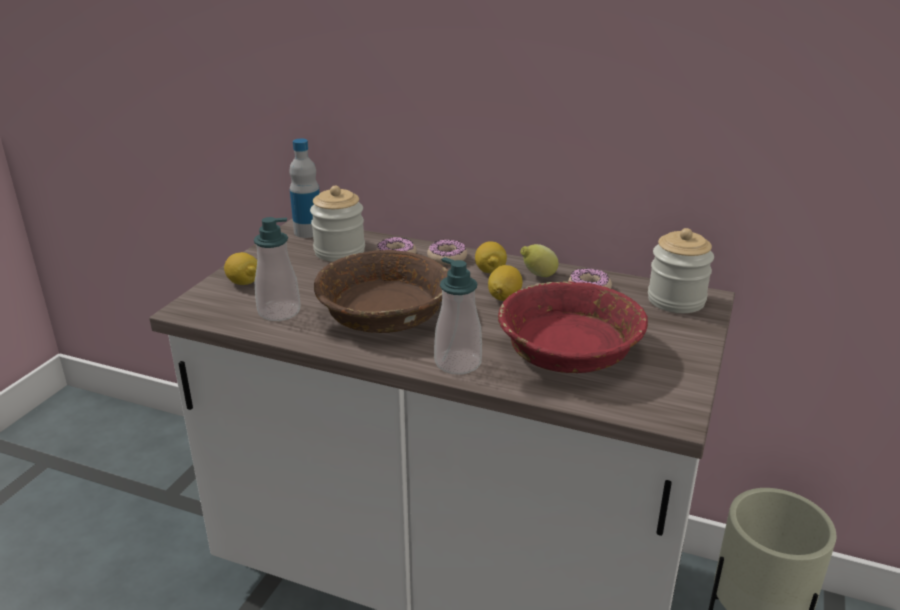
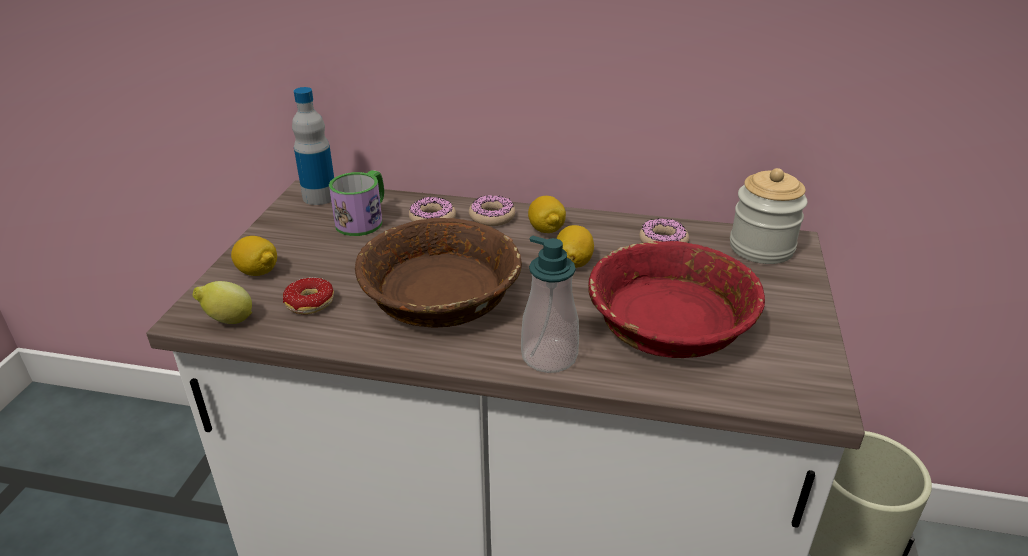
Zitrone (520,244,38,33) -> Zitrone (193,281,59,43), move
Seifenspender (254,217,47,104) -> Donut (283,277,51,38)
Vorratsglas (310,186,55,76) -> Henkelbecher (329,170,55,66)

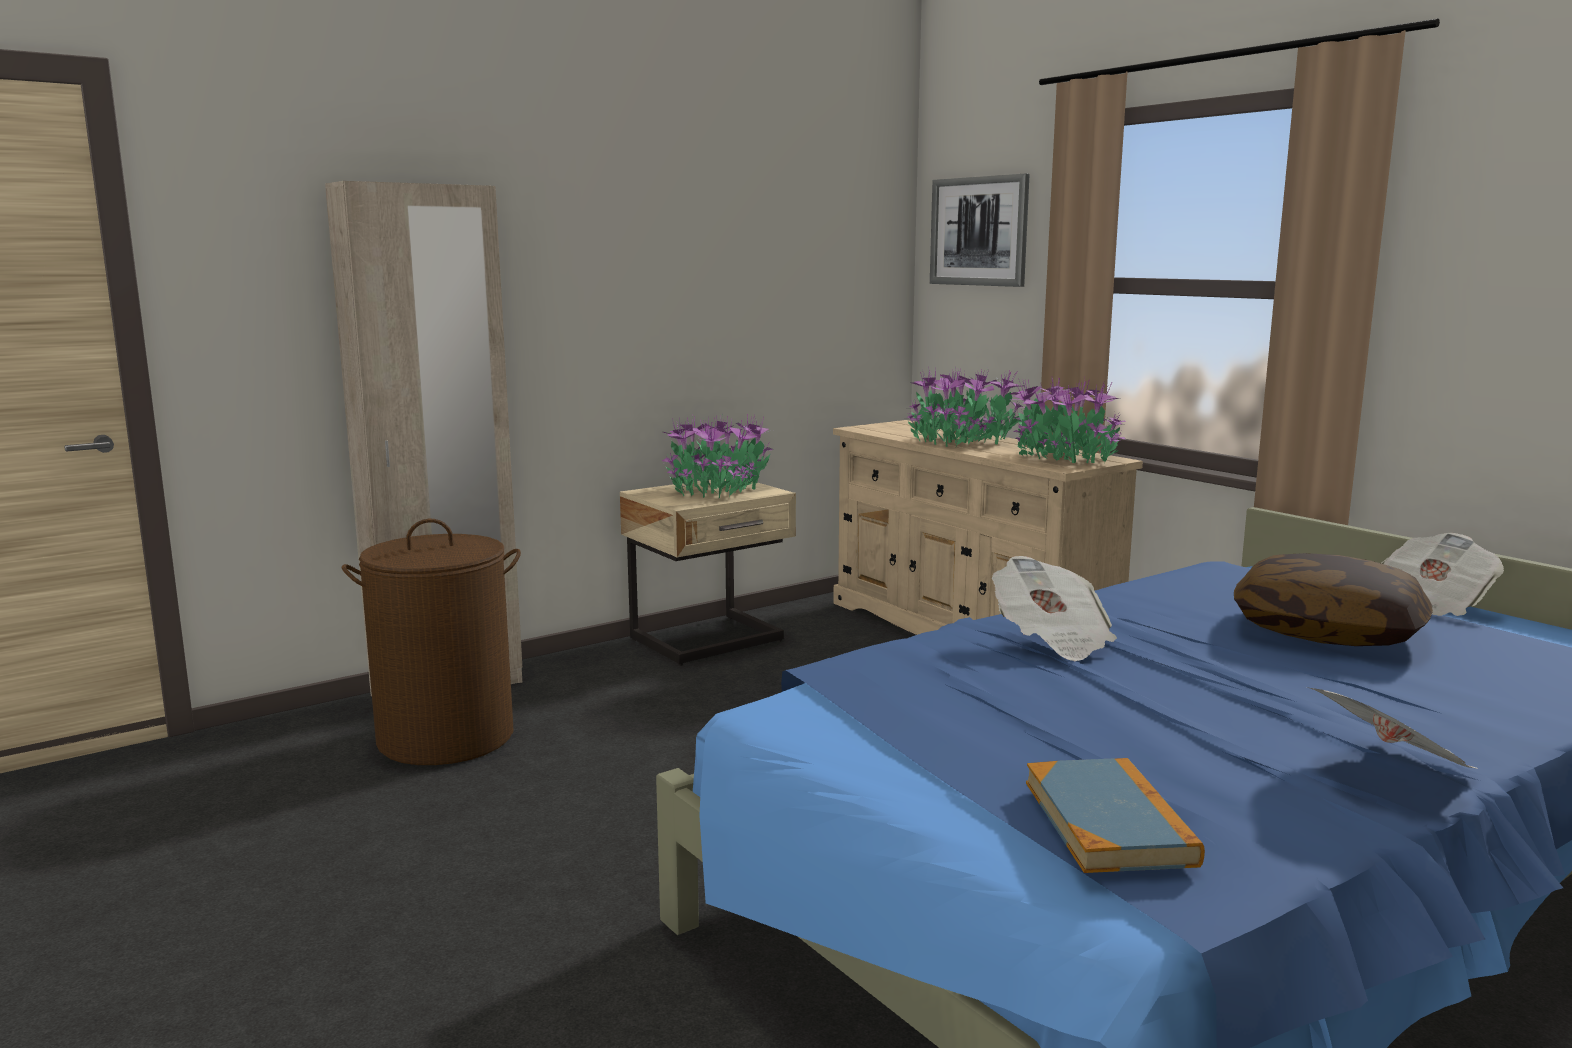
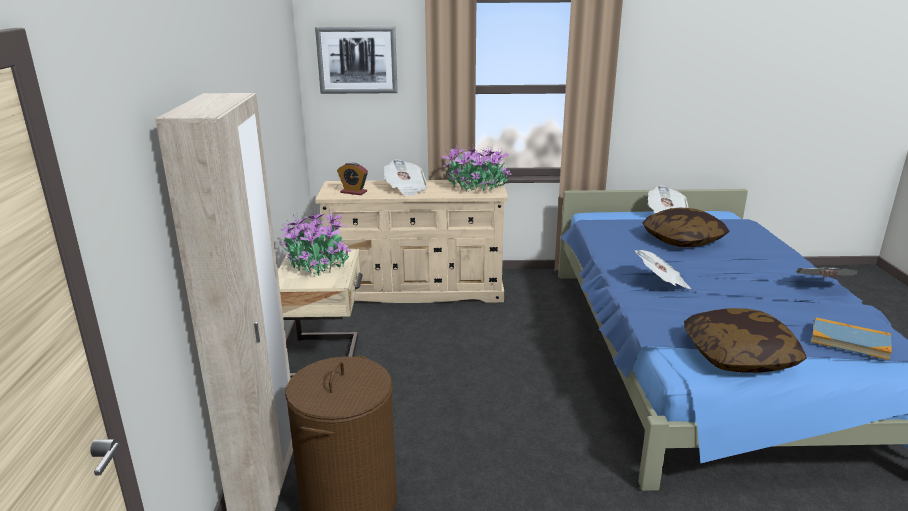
none -> Wecker (337,162,31,33)
Topfpflanze (907,367,118,80) -> Zeitung (384,159,43,38)
none -> Kissen (684,308,123,65)

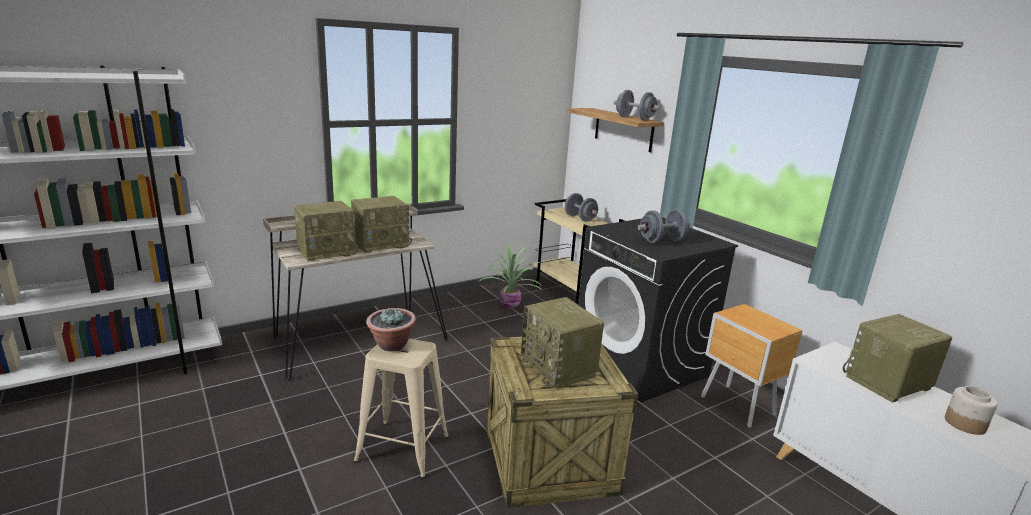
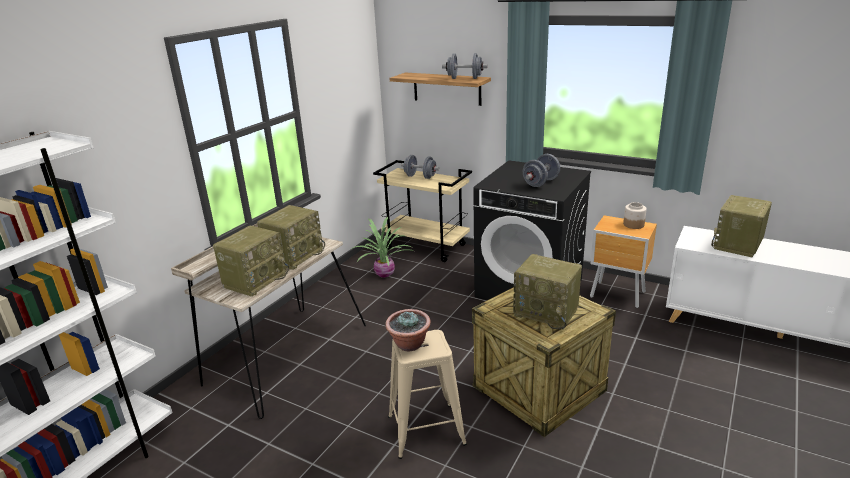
Vorratsglas (945,386,53,49) -> Vorratsglas (623,202,24,27), move

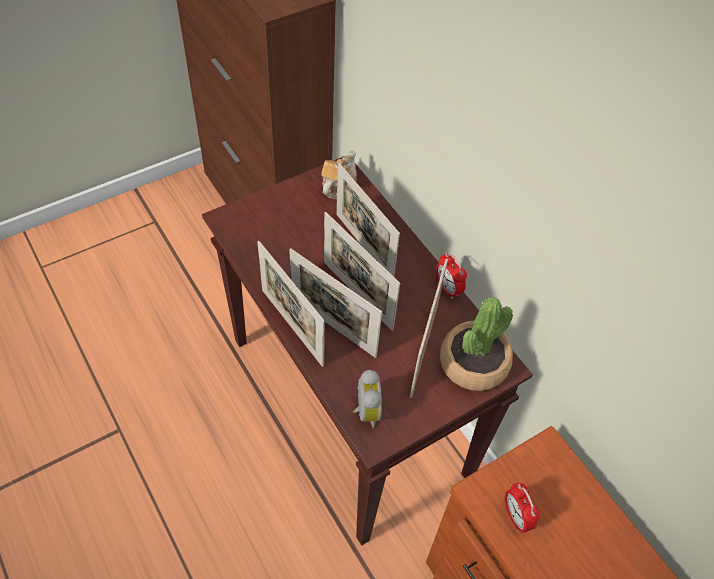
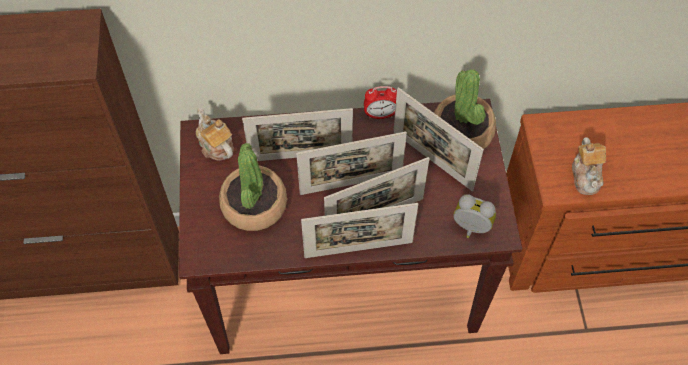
none -> Topfpflanze (219,143,68,88)
Wecker (505,483,35,50) -> Teekanne (572,137,34,58)

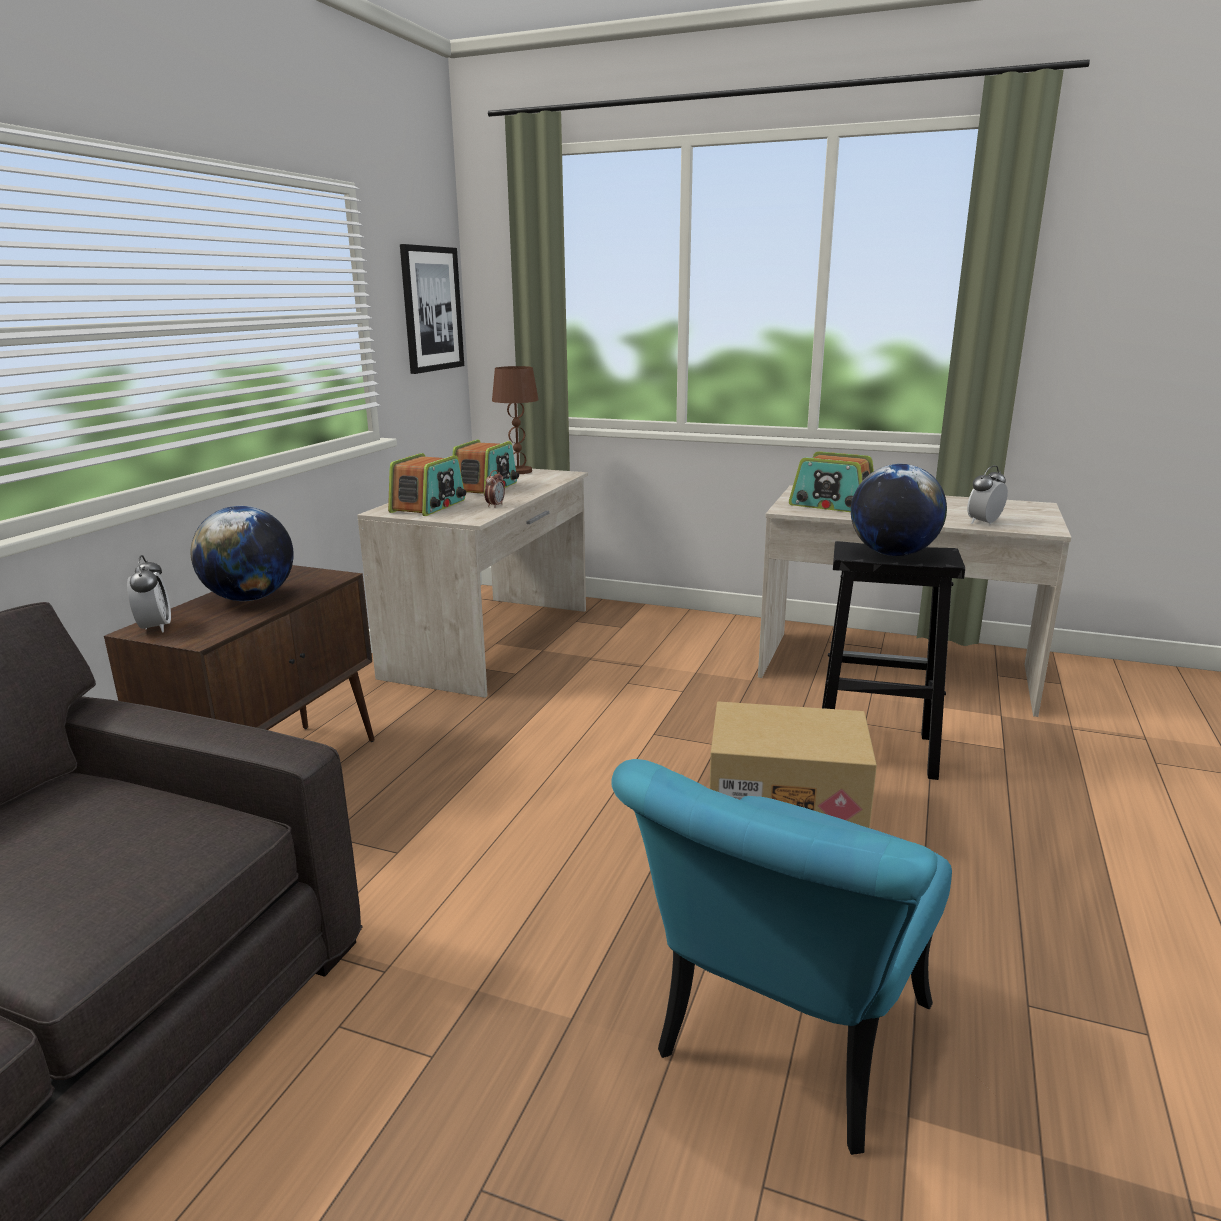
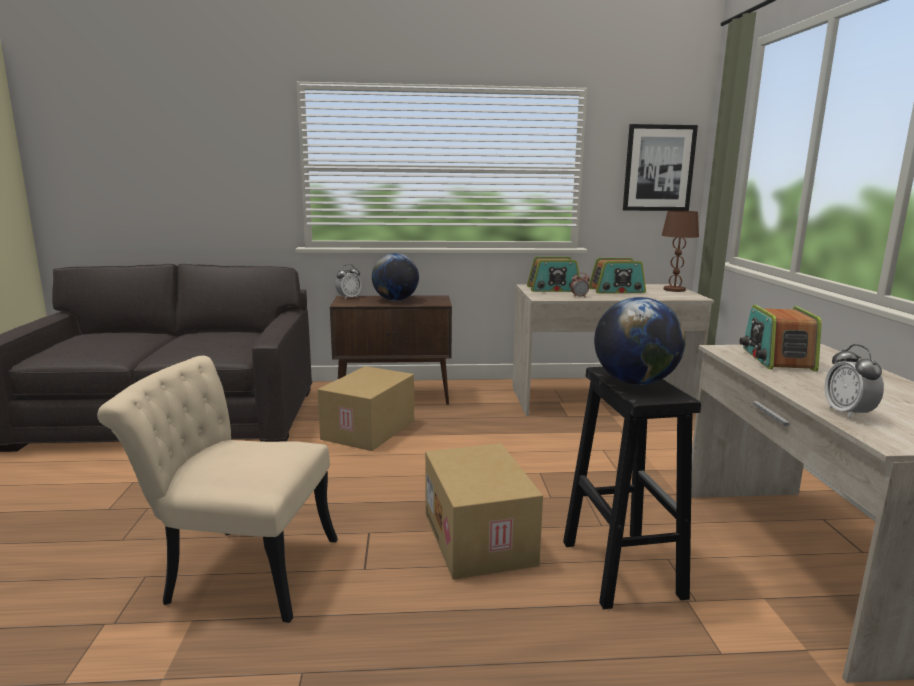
Stuhl/türkis (611,759,341,396) -> Stuhl/beige (97,356,241,267)
none -> Karton (318,366,96,85)
Wecker (967,465,41,59) -> Wecker (825,344,59,76), 120 degrees counterclockwise

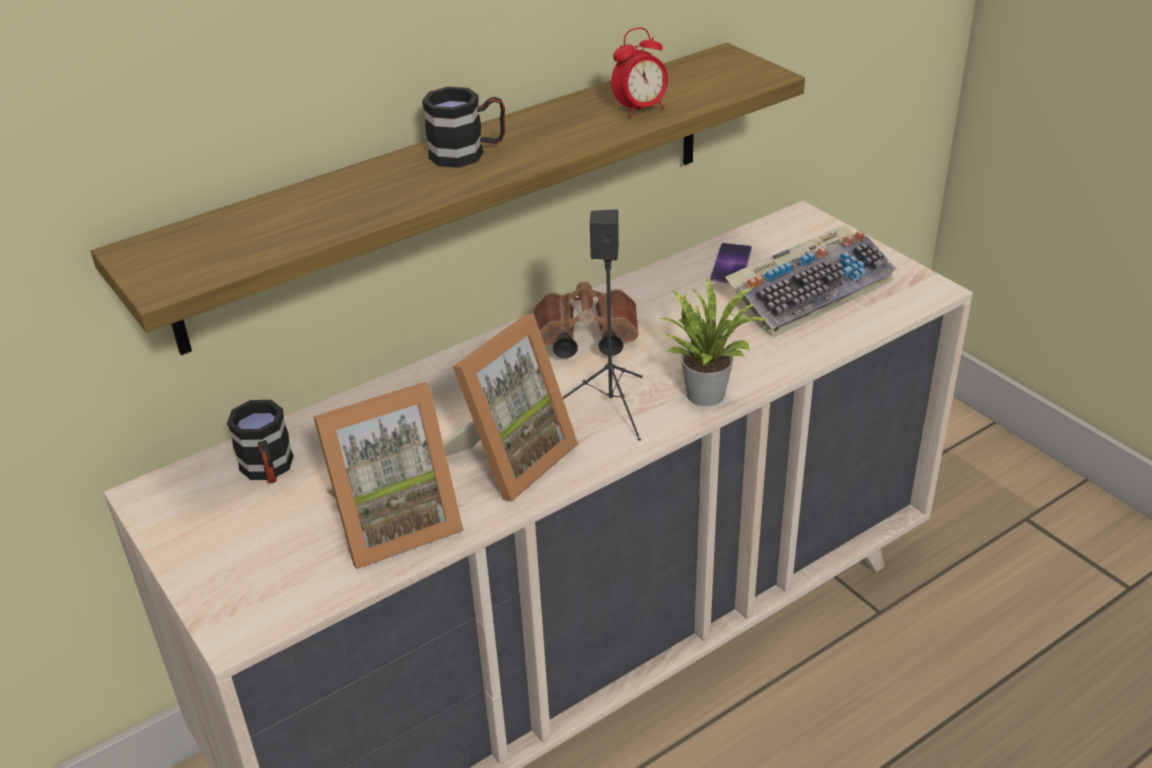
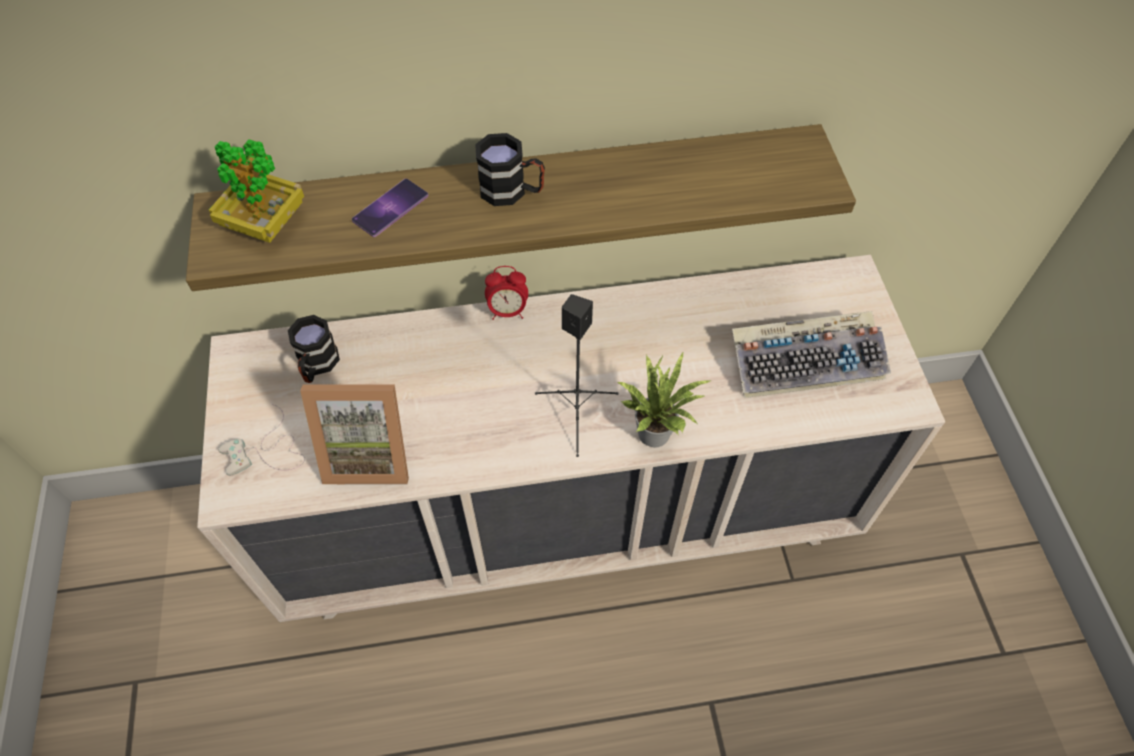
none -> Topfpflanze (209,139,95,104)
none -> Gamepad/weiß (218,404,87,72)
Handy (710,243,42,40) -> Handy (352,179,76,58), move
Wecker (612,27,56,91) -> Wecker (485,266,43,54), move
Bilderrahmen (443,314,135,188) -> none
Fernglas/braun (533,282,106,76) -> none

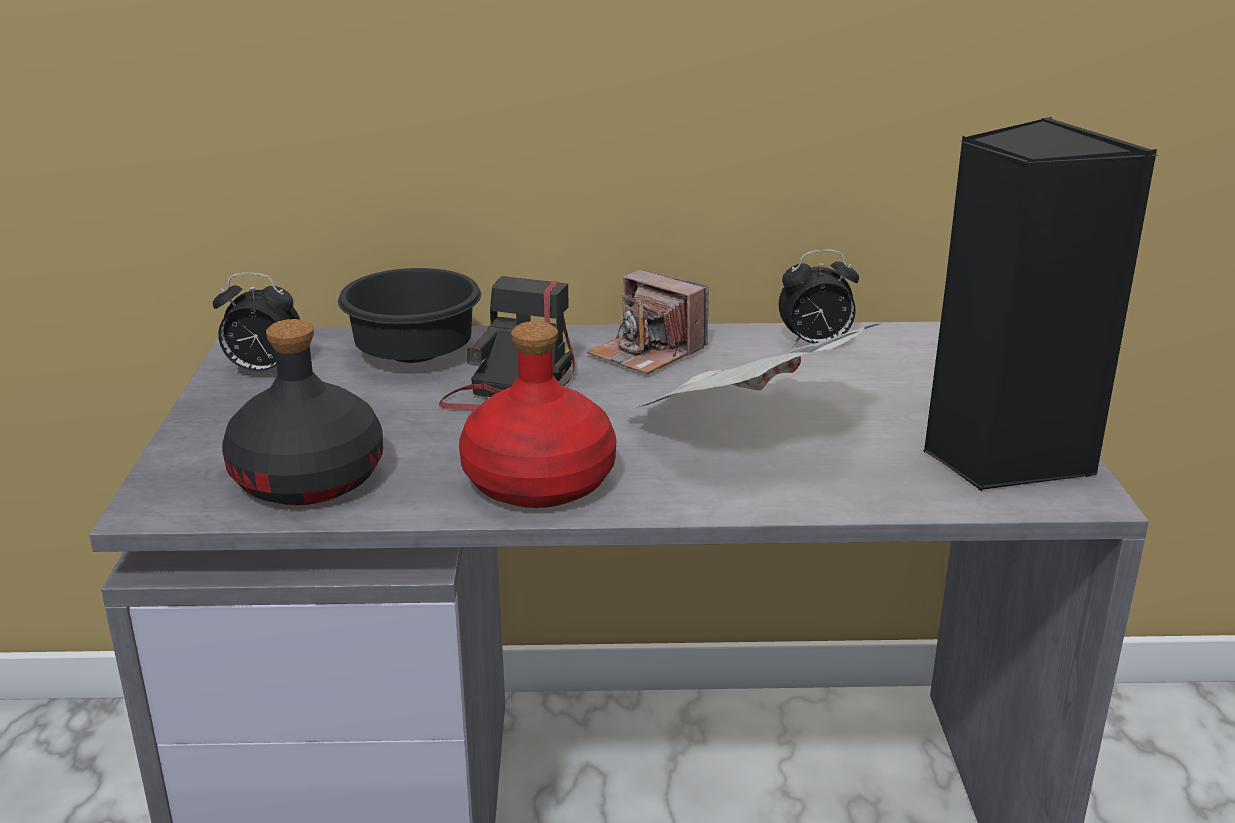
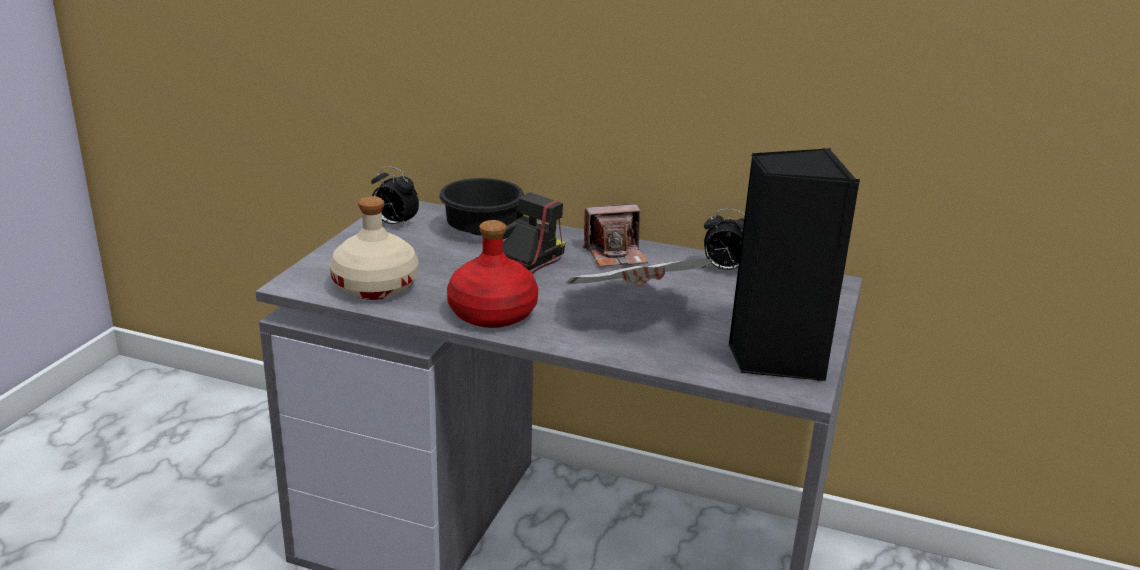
Flasche/schwarz (222,319,161,186) -> Flasche/beige (330,196,89,104)
Kamera (587,269,121,105) -> Kamera (583,203,65,64), 75 degrees counterclockwise

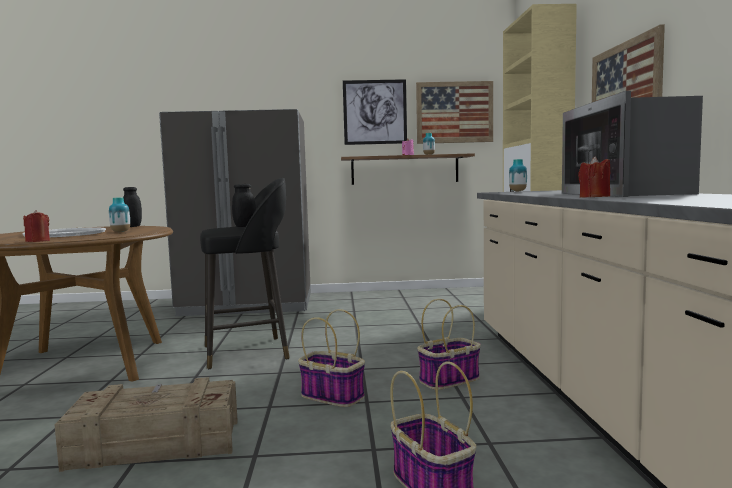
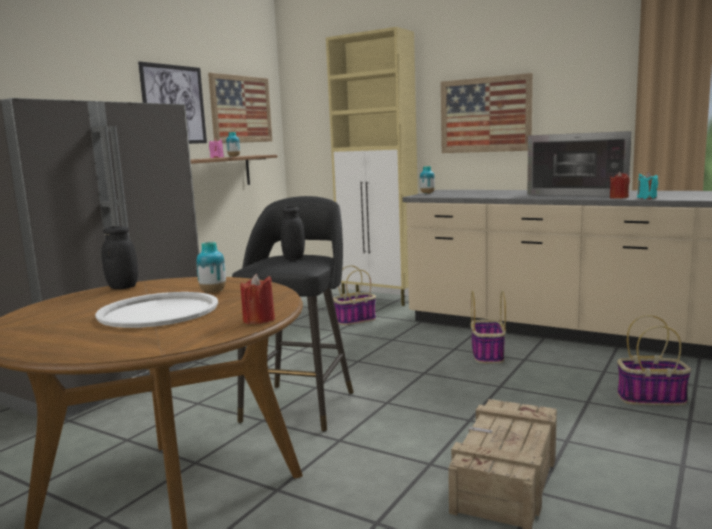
Korb (298,309,67,98) -> Korb (333,266,43,59), move
none -> Kerze/türkis (637,172,21,27)

